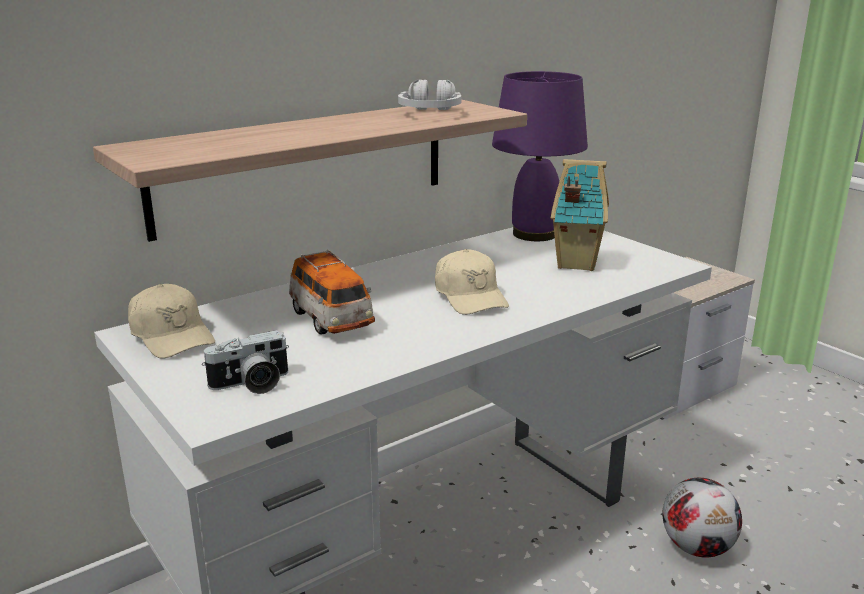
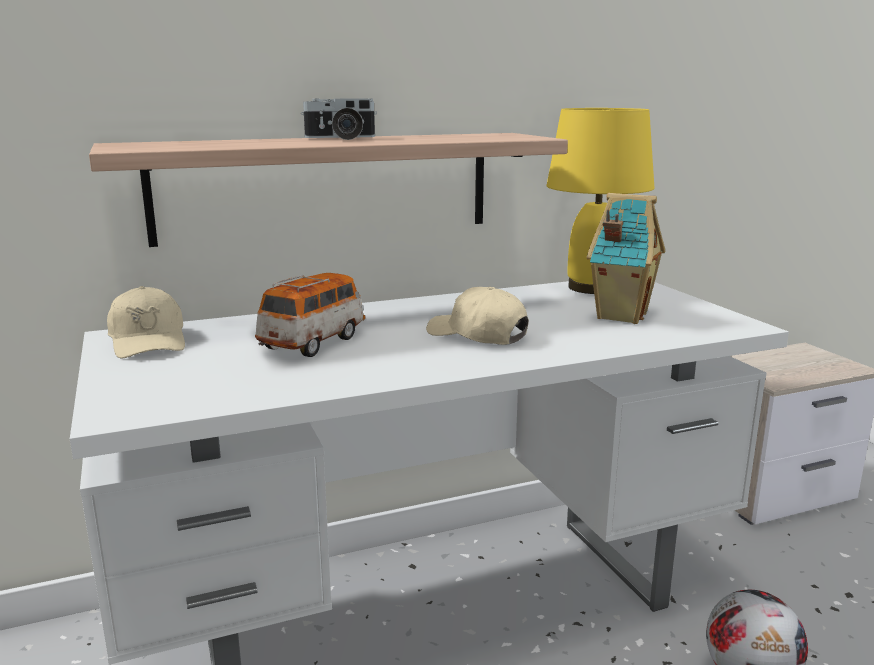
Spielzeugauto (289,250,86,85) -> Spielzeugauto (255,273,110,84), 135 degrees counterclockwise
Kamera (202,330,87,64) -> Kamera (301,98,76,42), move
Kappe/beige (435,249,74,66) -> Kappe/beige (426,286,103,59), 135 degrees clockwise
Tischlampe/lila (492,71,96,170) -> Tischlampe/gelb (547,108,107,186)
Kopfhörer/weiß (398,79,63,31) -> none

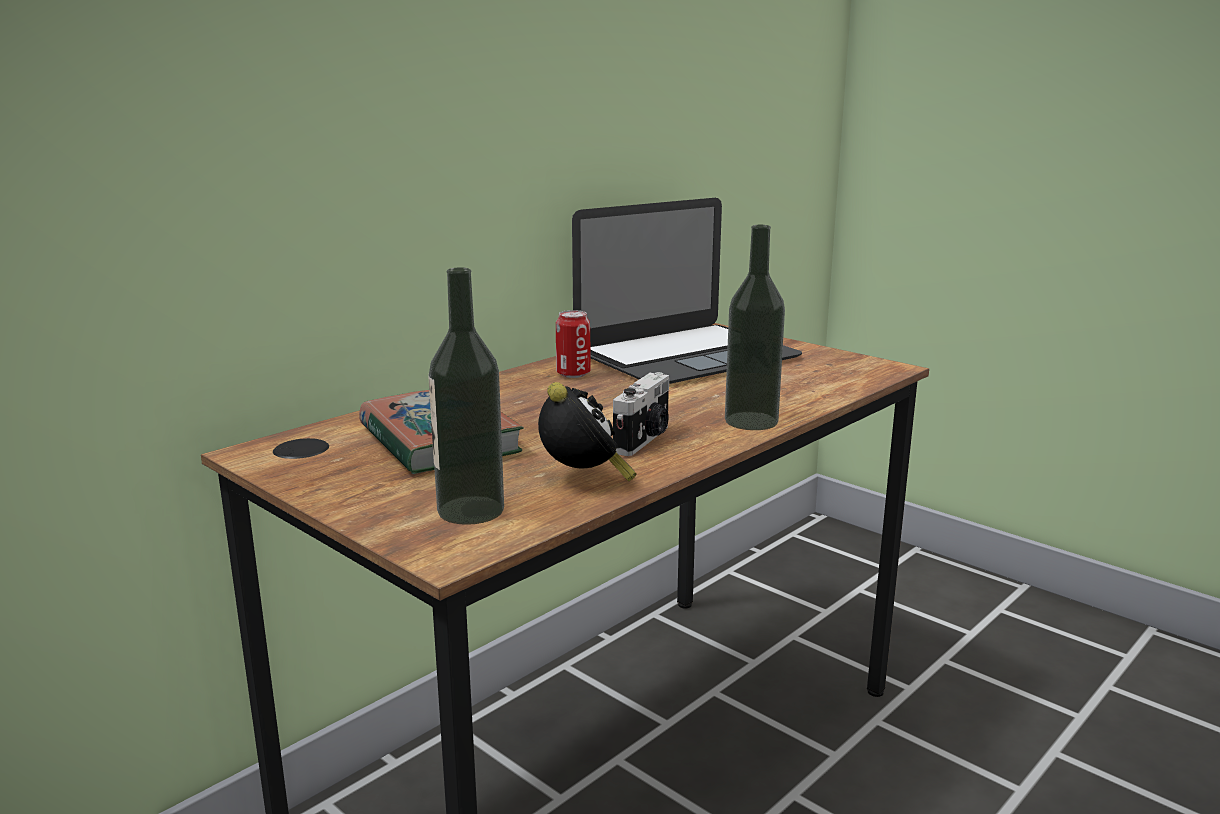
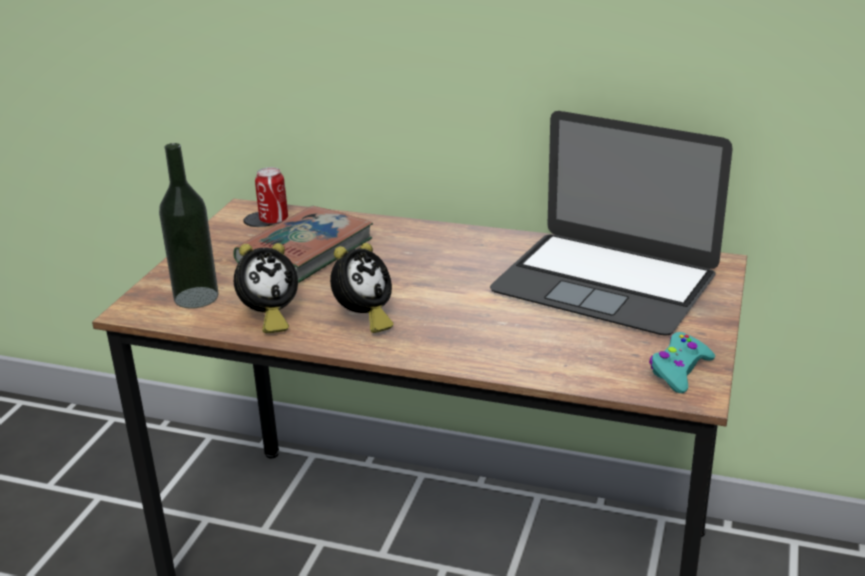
Dose (556,310,35,68) -> Dose (255,167,33,58), move
Kamera (613,372,56,84) -> Wecker (330,243,64,90)
none -> Gamepad/türkis (649,332,66,61)
Flasche (725,225,60,205) -> none

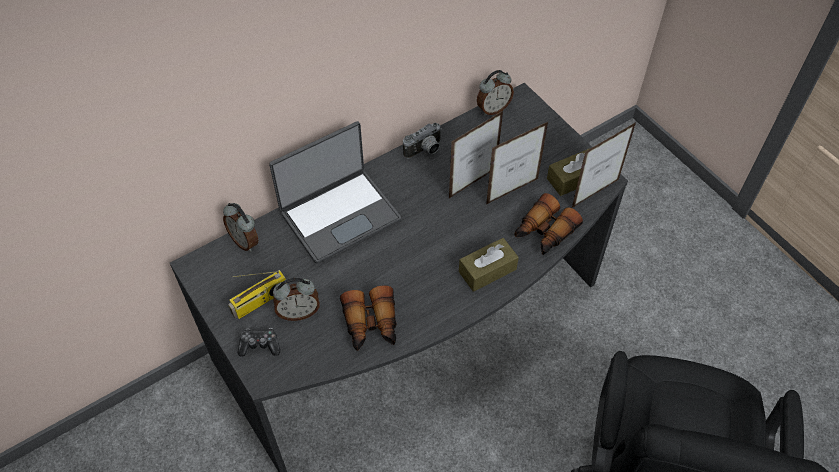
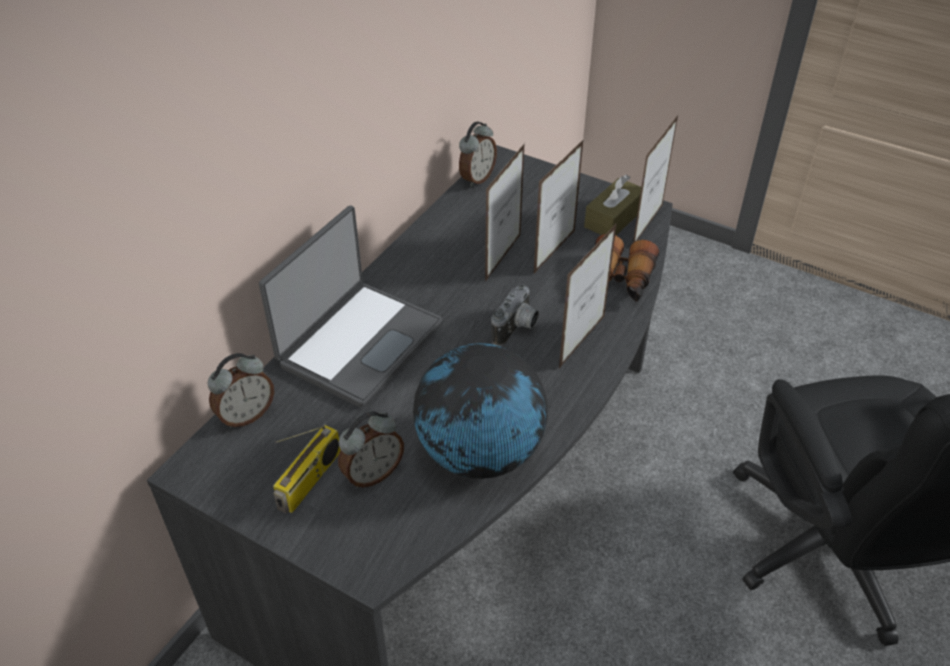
Wecker (223,203,35,49) -> Wecker (208,353,66,75), 60 degrees counterclockwise
Fernglas (340,285,57,66) -> Globus (413,343,135,136)
Kamera (403,123,39,36) -> Kamera (491,284,48,62), move
Taschentuchbox/braun (459,238,60,54) -> Bilderrahmen (559,223,58,145)
Gamepad (238,328,42,29) -> none

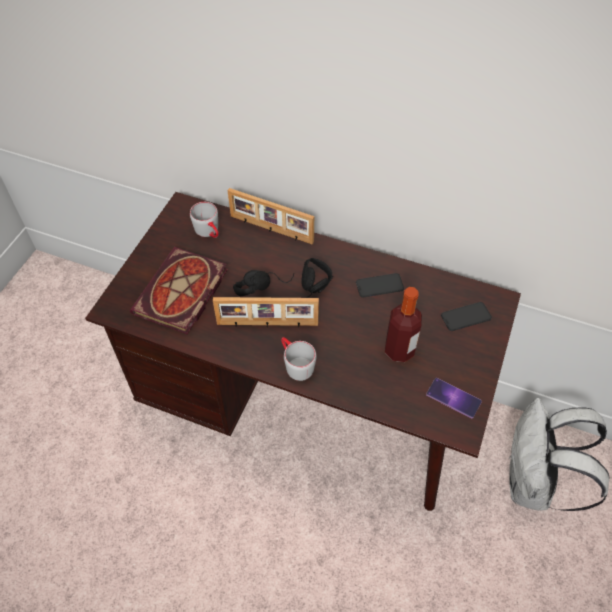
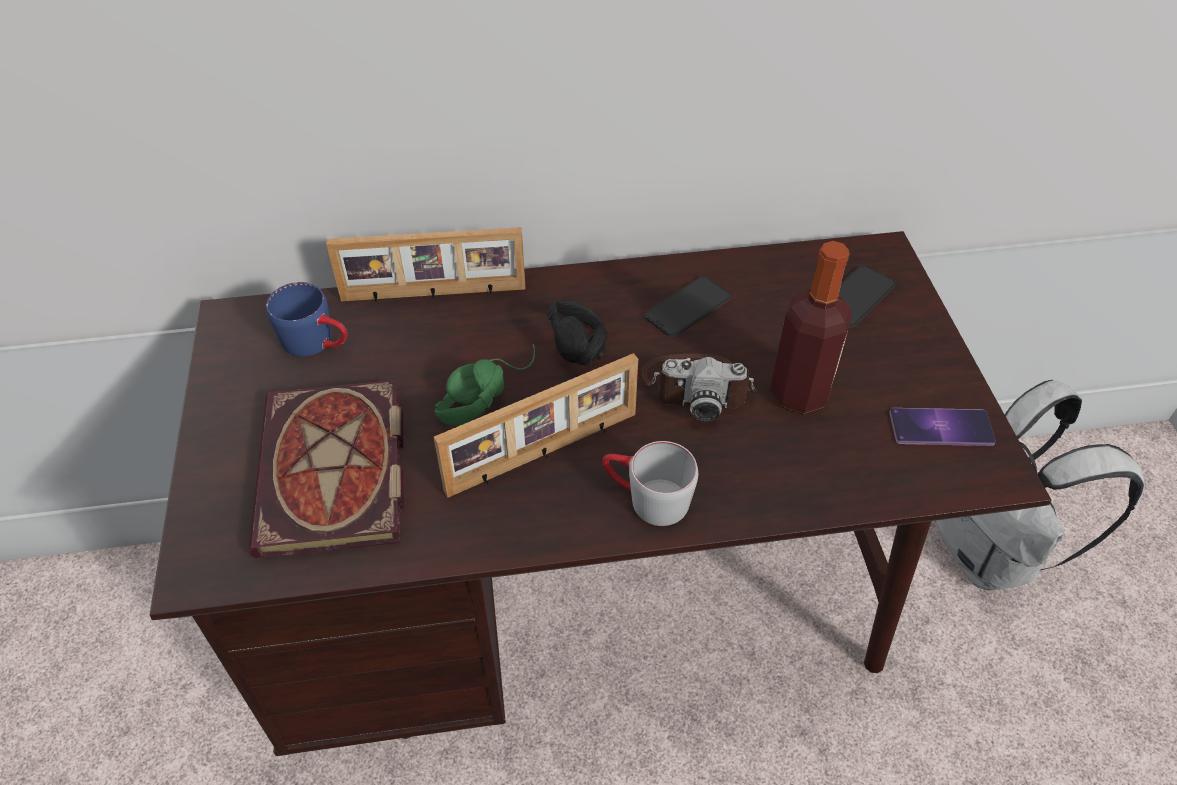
Henkelbecher/grau (190,202,29,36) -> Henkelbecher/blau (266,282,81,75)
Kopfhörer/schwarz (233,270,61,27) -> Kopfhörer/grün (434,344,101,82)
none -> Kamera (642,354,114,68)

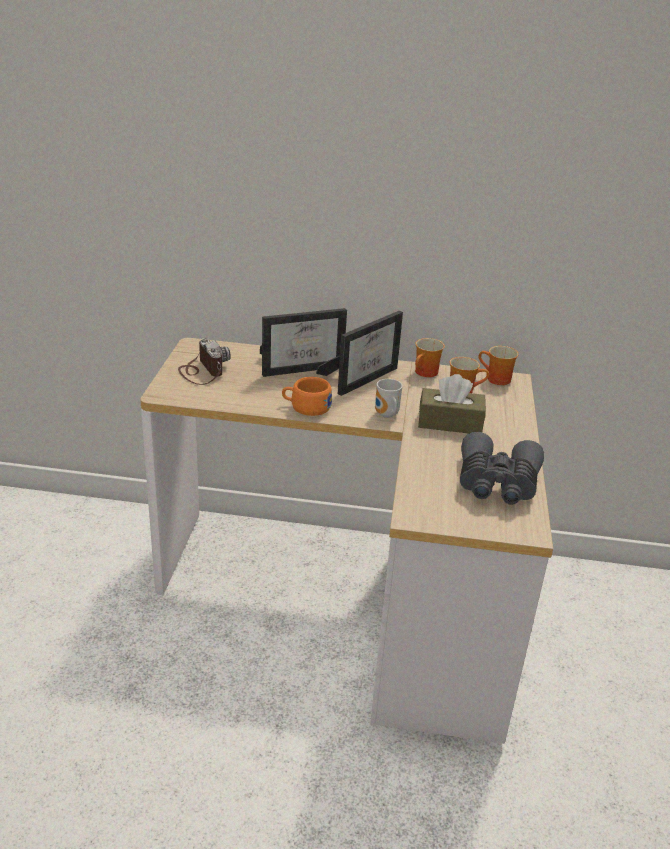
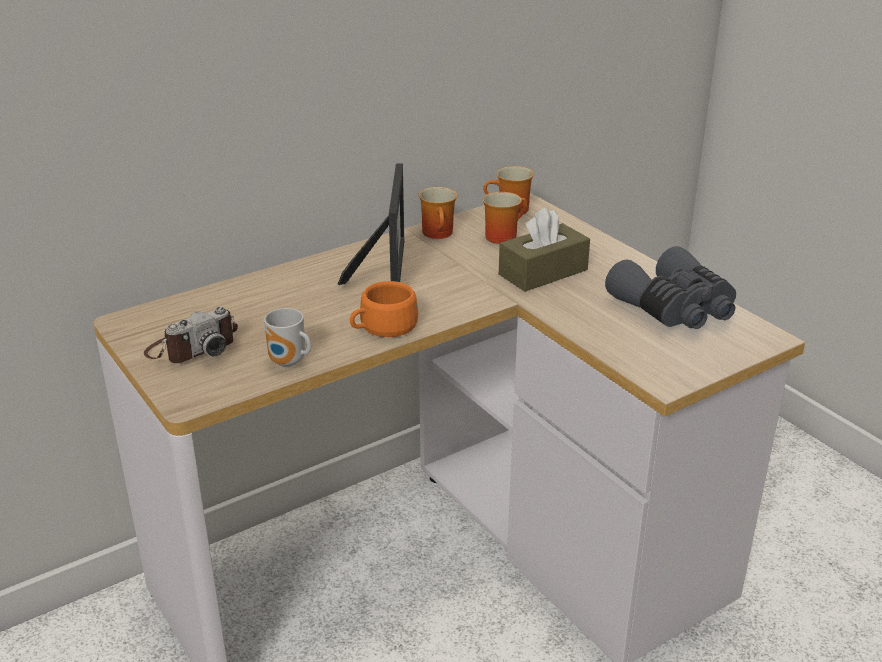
Kamera (178,338,53,47) -> Kamera (144,307,94,56), 120 degrees clockwise
Henkelbecher (375,379,27,39) -> Henkelbecher (264,308,47,59), move
Bilderrahmen (260,308,87,69) -> none

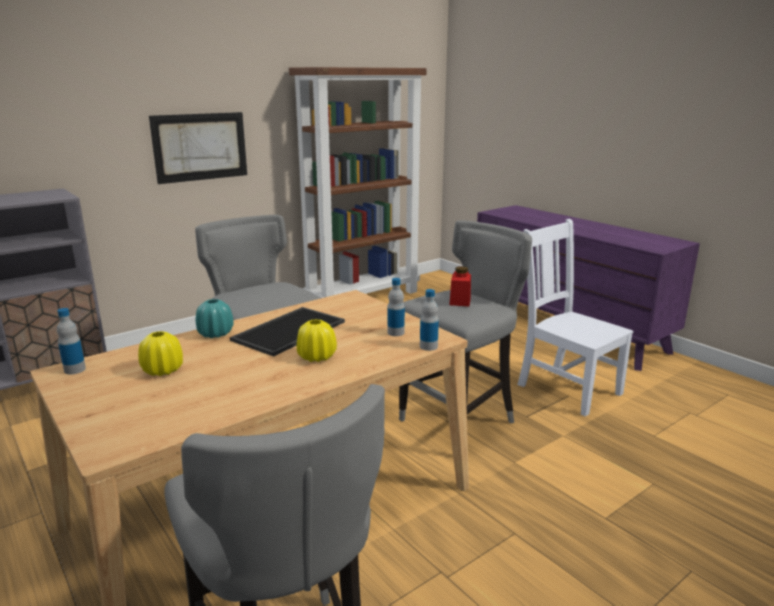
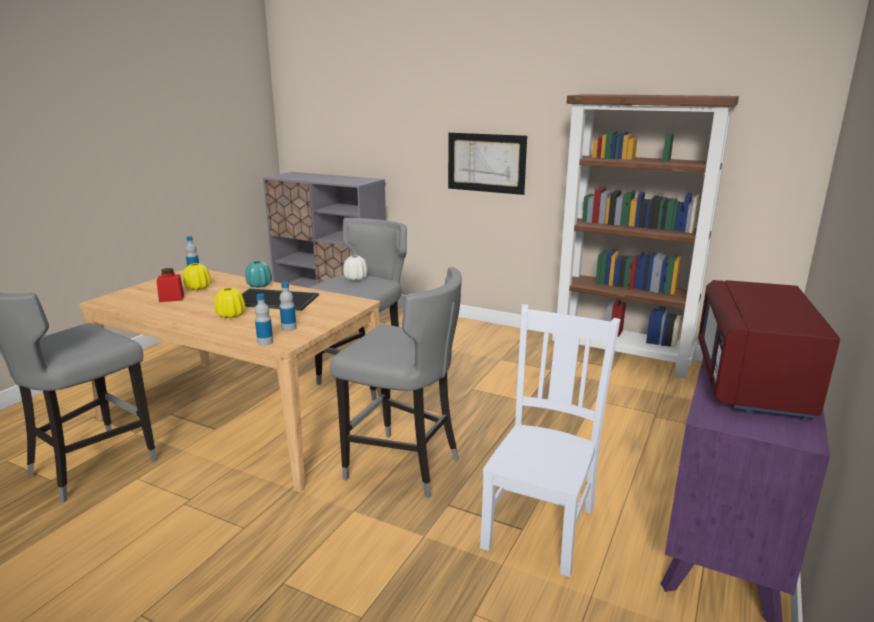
Vorratsglas/rot (449,266,22,41) -> Vorratsglas/rot (157,268,27,34), move
none -> Vase/weiß (343,255,24,26)
none -> Mikrowelle/rot (698,280,142,141)

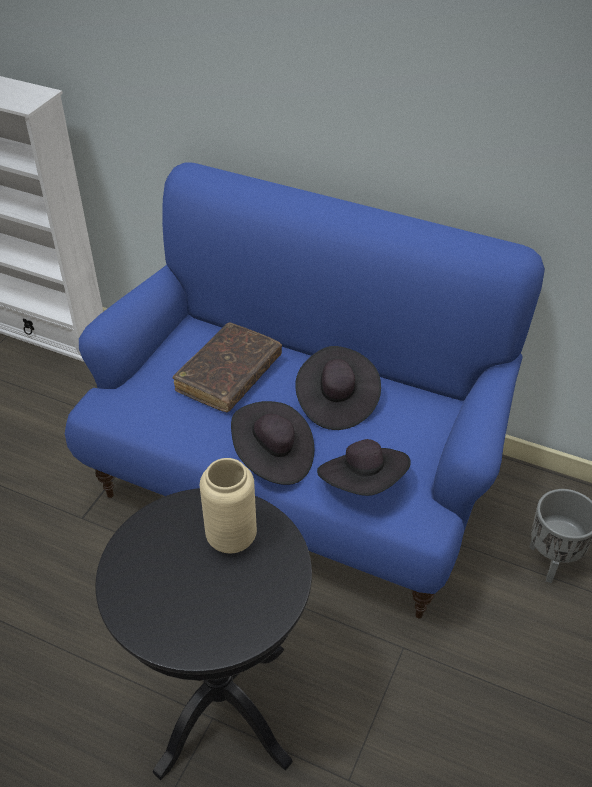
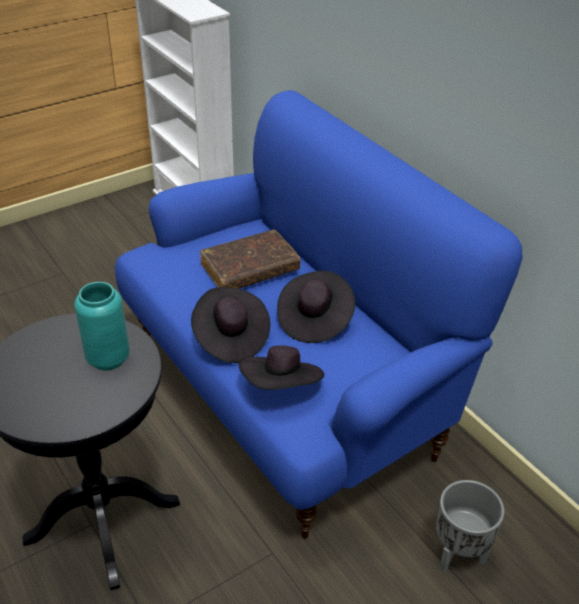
Vase/beige (200,458,57,95) -> Vase/türkis (74,282,55,88)

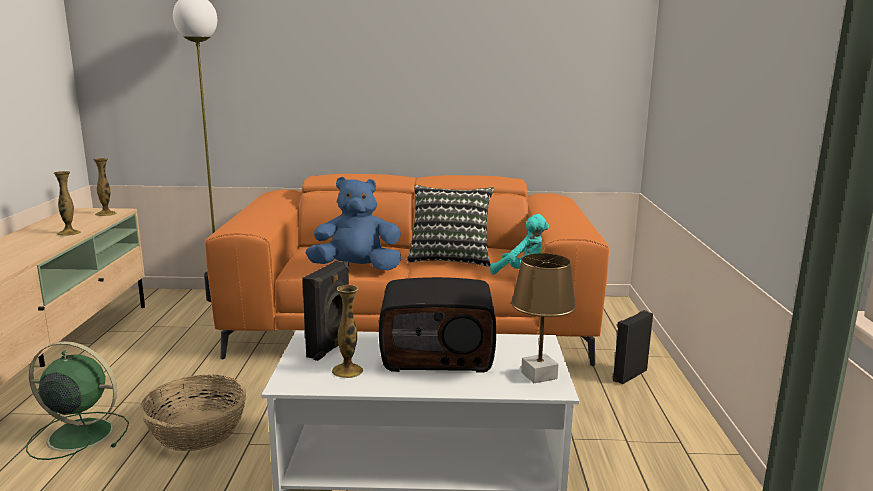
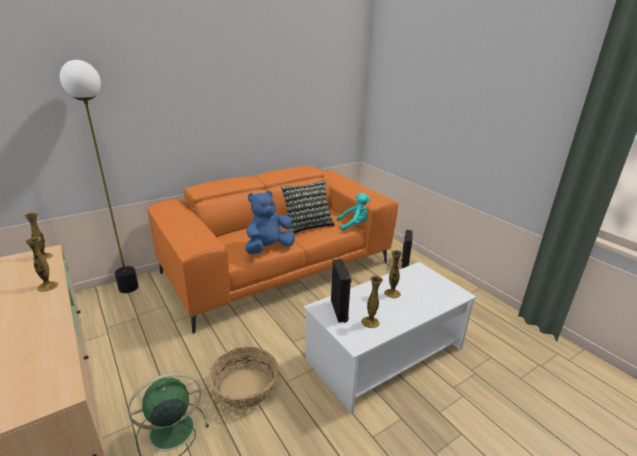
Radio (379,277,117,96) -> Vase (384,250,19,48)
Tischlampe/braun (511,253,65,130) -> none

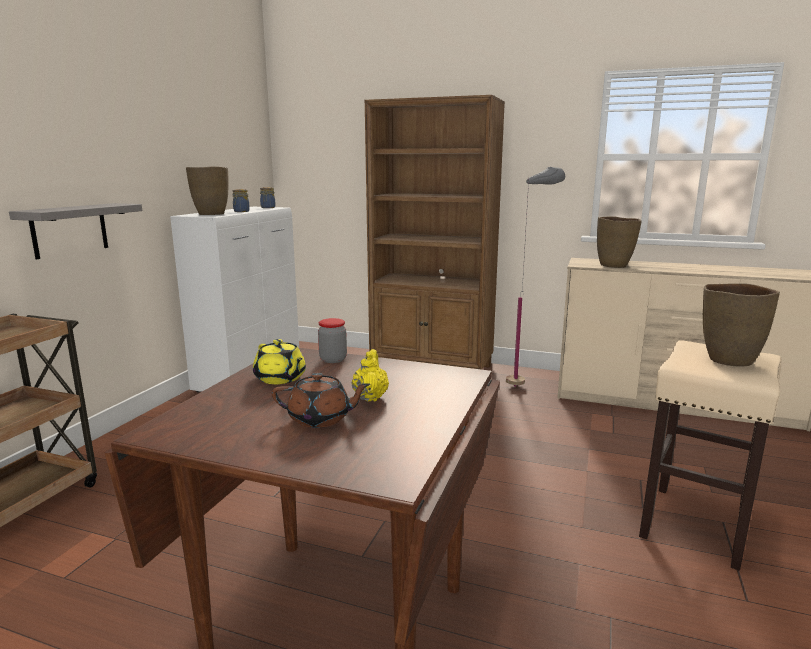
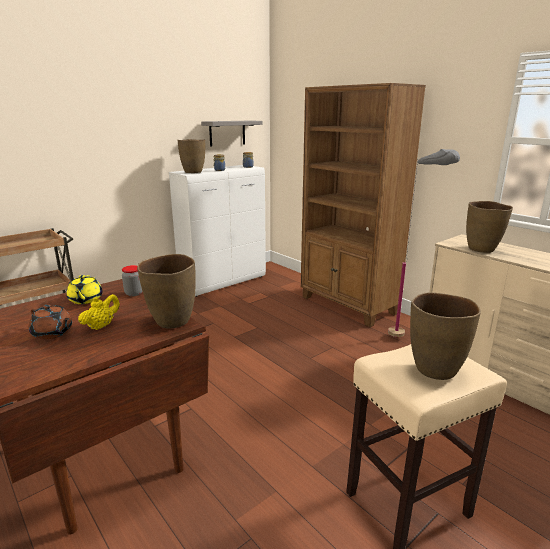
none -> Vase/braun (137,254,59,75)
Wandregal/grau (9,203,133,56) -> Wandregal/grau (201,120,62,26), move

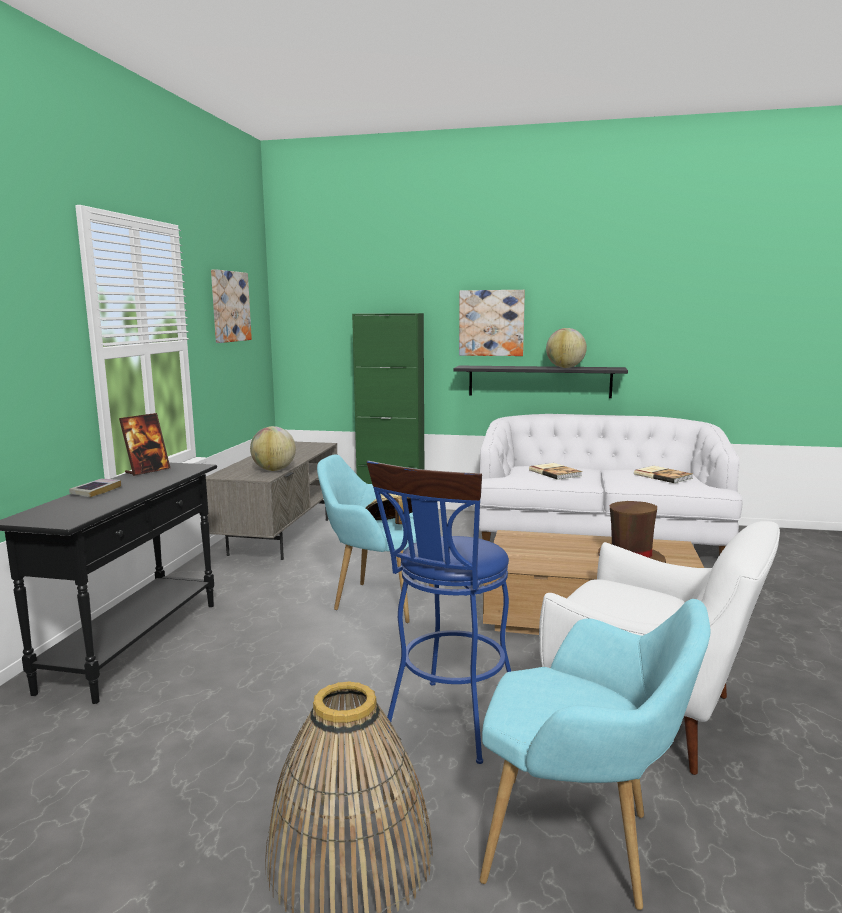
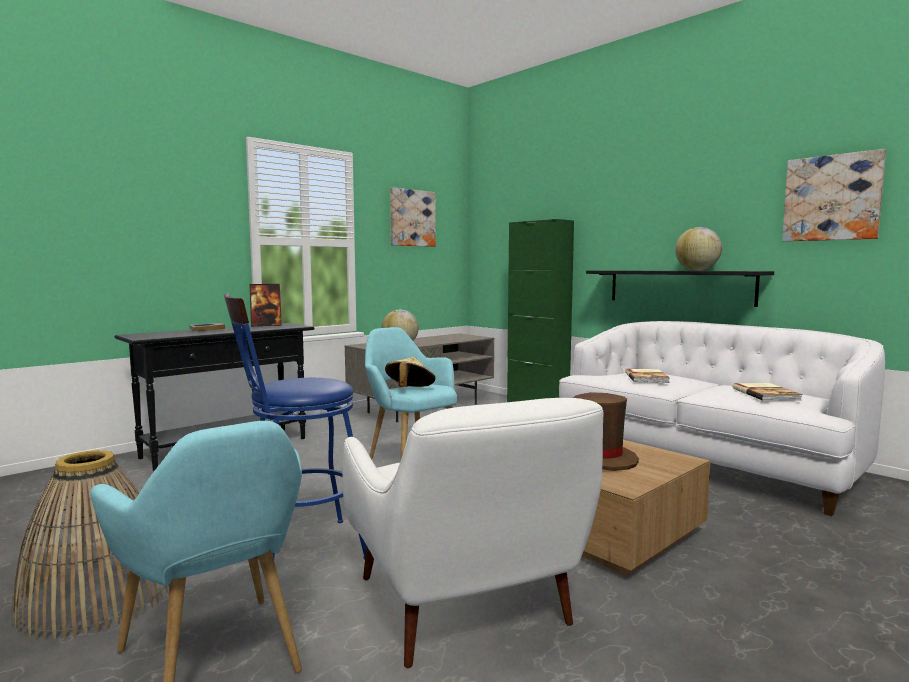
Bild (459,290,66,66) -> Bild (782,149,104,93), move

